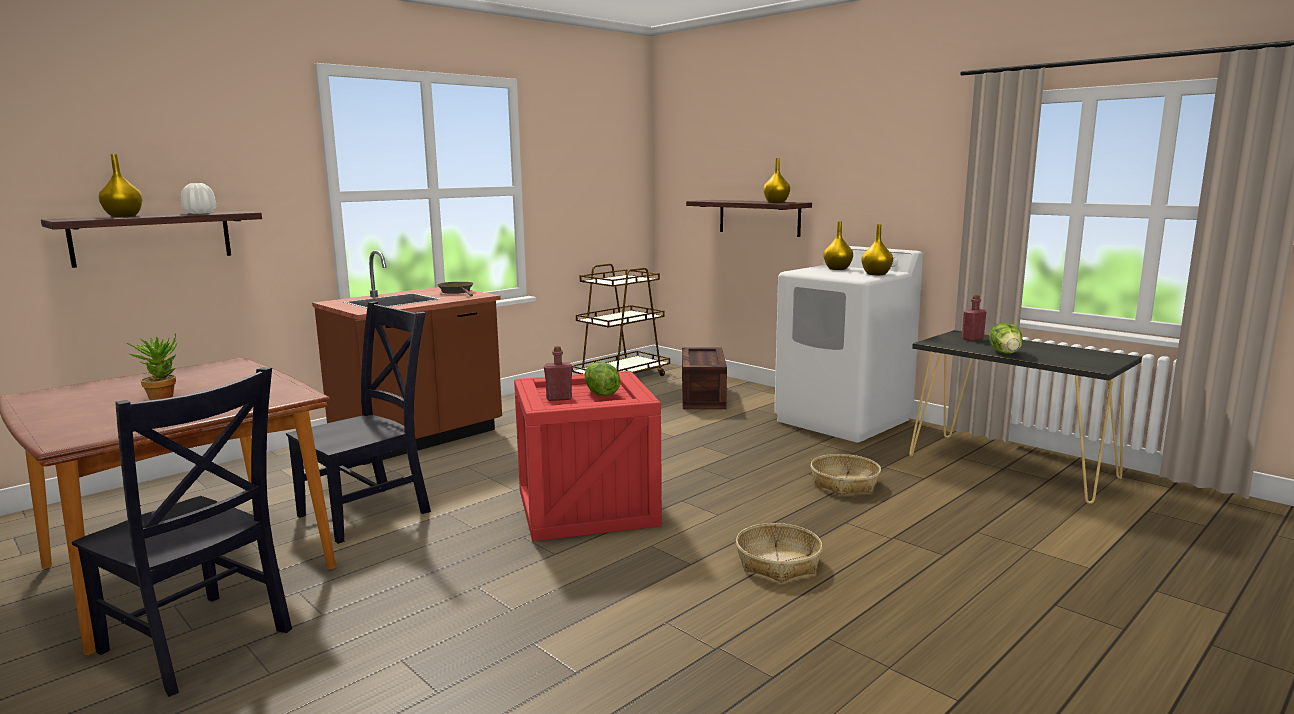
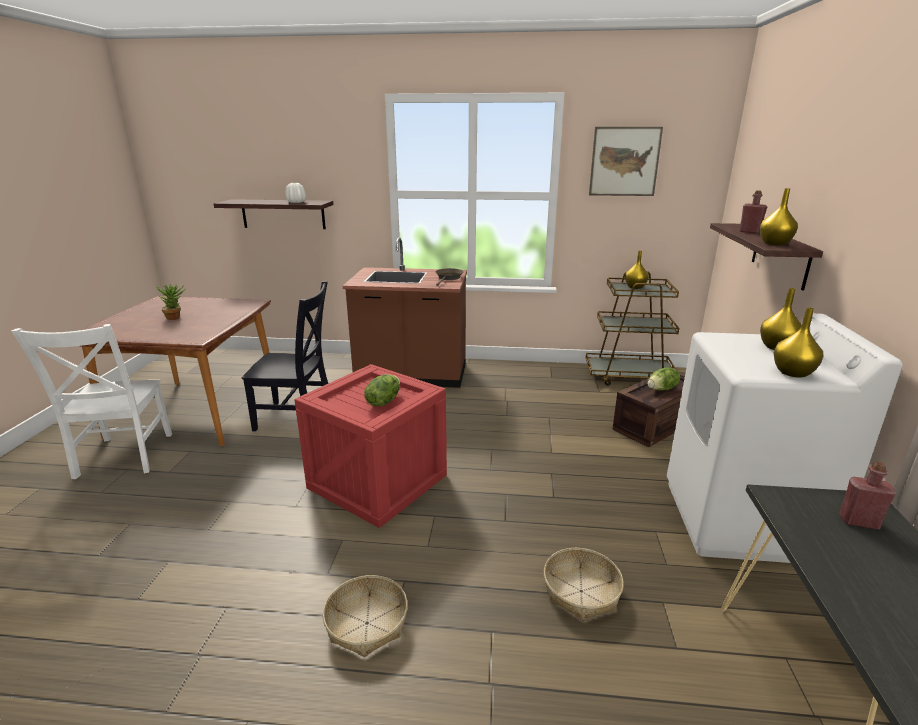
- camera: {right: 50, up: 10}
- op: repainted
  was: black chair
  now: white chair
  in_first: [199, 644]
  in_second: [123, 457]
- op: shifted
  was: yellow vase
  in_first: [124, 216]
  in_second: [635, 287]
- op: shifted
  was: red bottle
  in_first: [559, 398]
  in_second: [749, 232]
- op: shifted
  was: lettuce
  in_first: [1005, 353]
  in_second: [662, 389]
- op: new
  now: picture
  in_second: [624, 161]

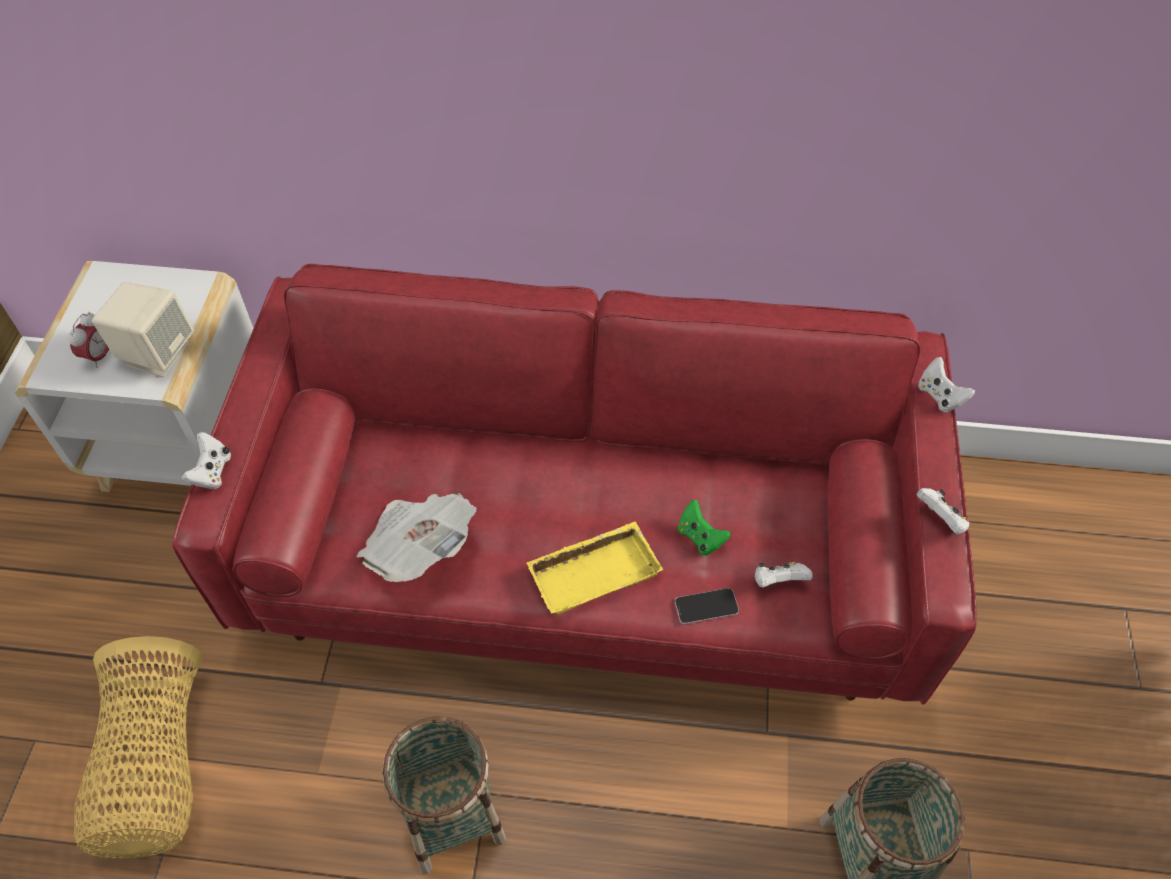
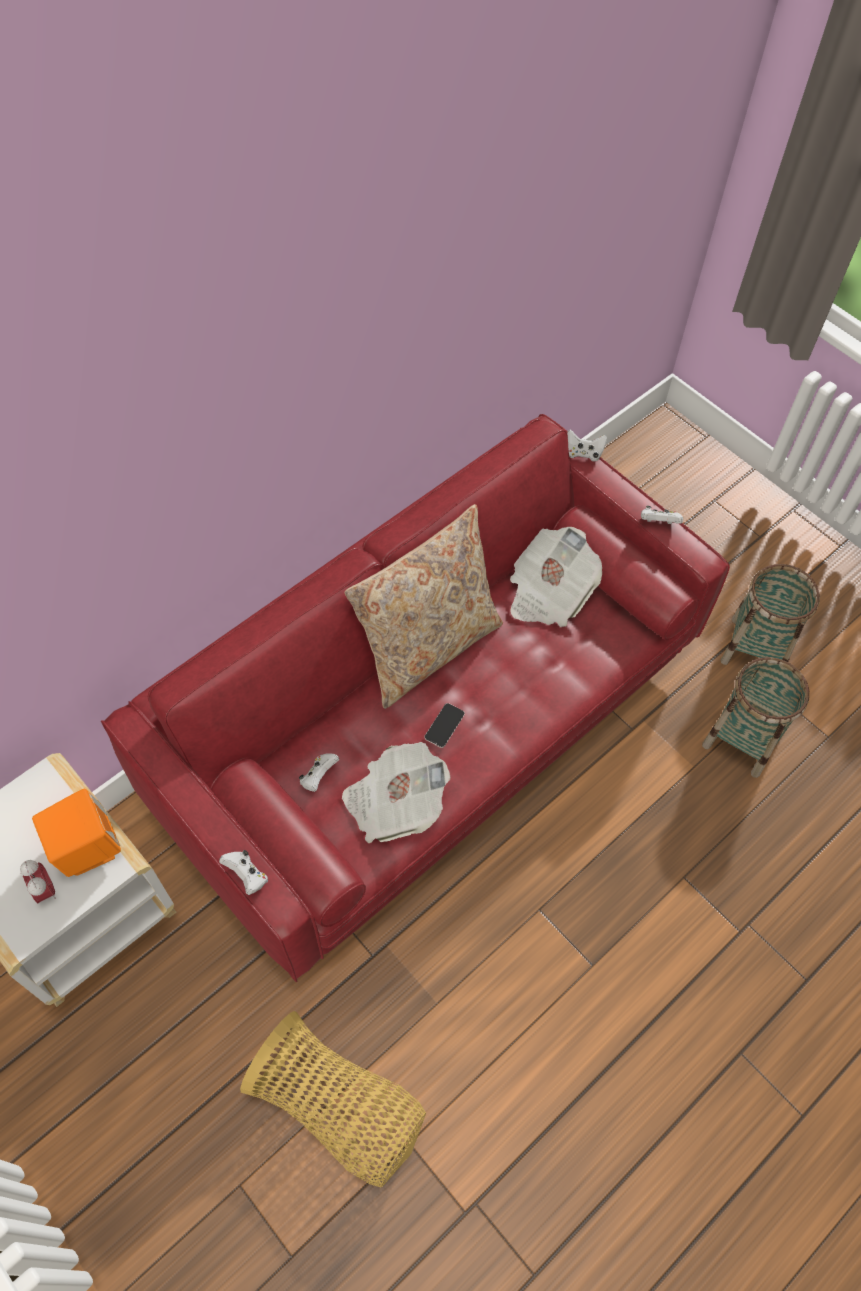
- camera: {right: -50, up: 5}
- op: repainted
  was: beige speaker
  now: orange speaker
  in_first: [157, 353]
  in_second: [86, 848]
- op: shifted
  was: basket
  in_first: [452, 816]
  in_second: [755, 648]
- op: gone
  was: yellow tray
  in_first: [594, 570]
- op: shifted
  was: phone
  in_first: [706, 606]
  in_second: [444, 726]
- op: gone
  was: green game controller
  in_first: [700, 537]
- op: shifted
  was: white game controller
  in_first: [778, 581]
  in_second: [318, 777]
- op: new
  now: beige pillow
  in_second: [428, 646]
- op: new
  now: newspaper
  in_second: [548, 592]

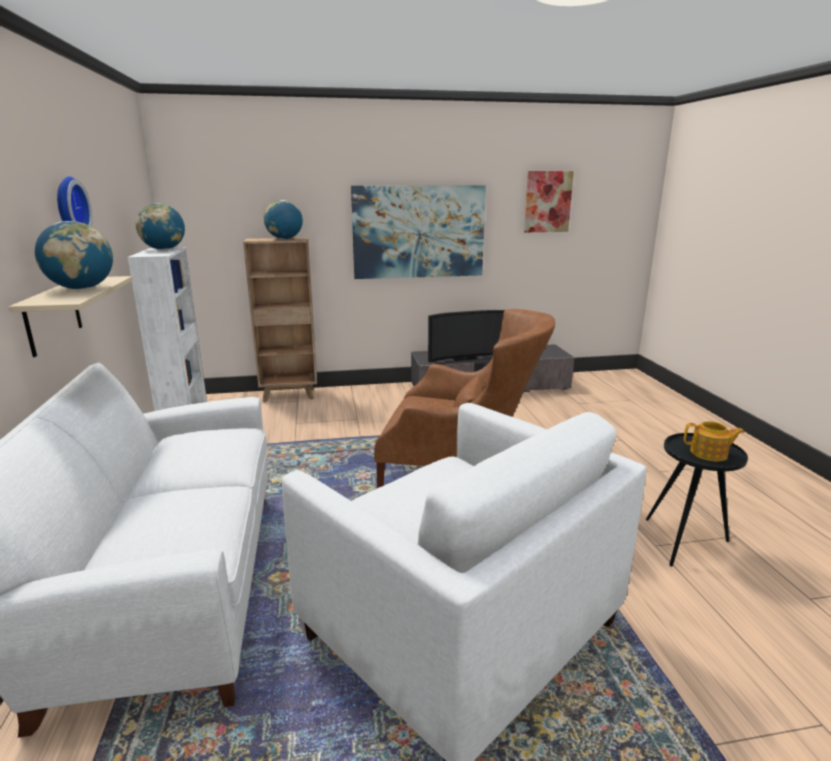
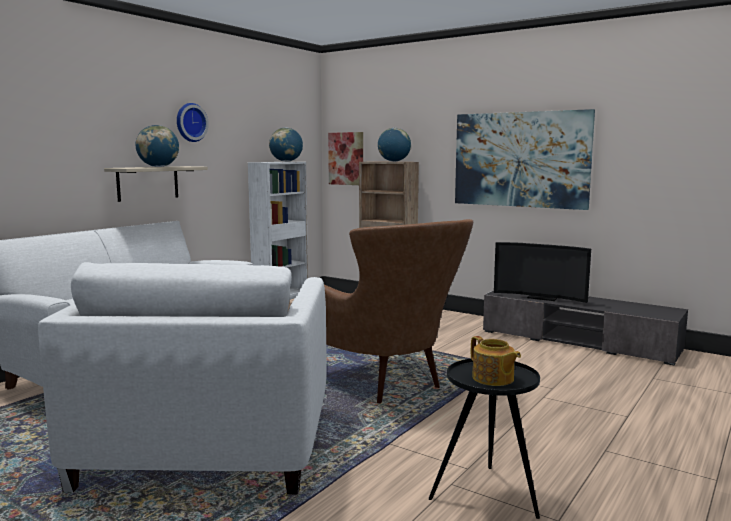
- camera: {right: 45, up: -10}
- op: shifted
  was: picture
  in_first: [547, 202]
  in_second: [346, 158]

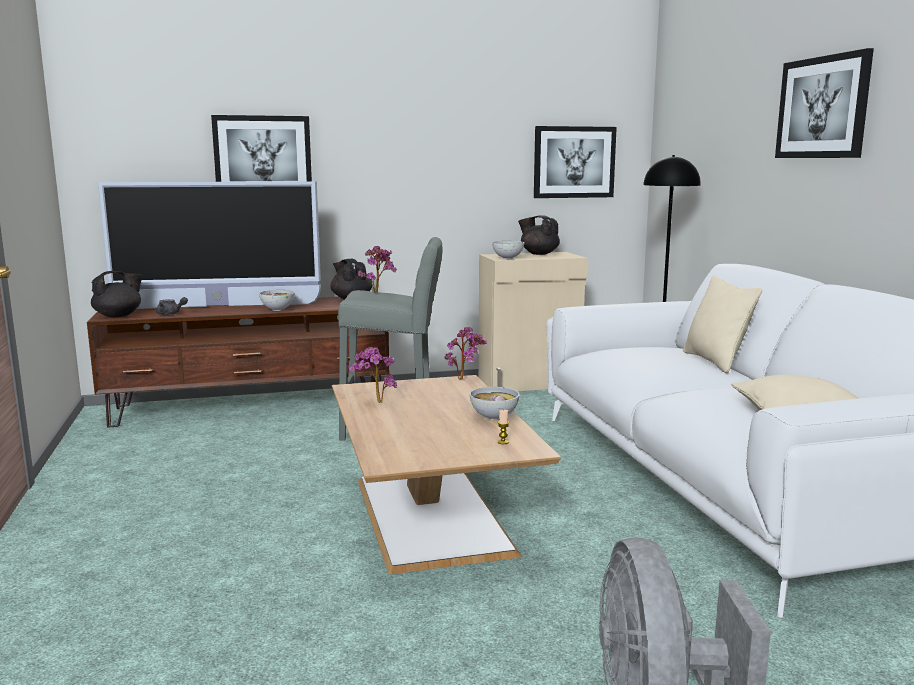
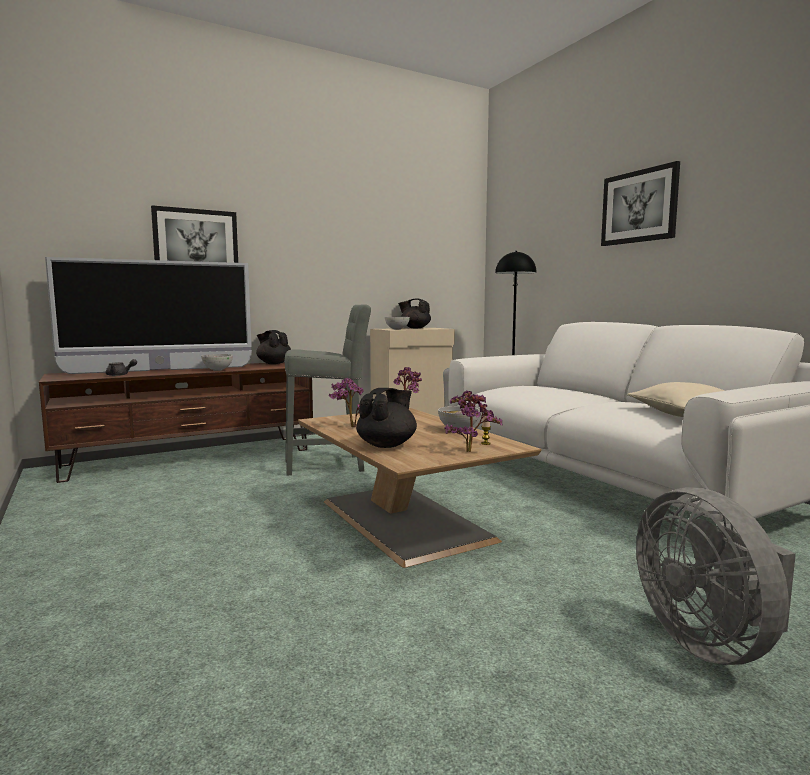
- camera: {right: -15, up: -5}
- op: shifted
  was: black teapot
  in_first: [118, 316]
  in_second: [387, 445]
- op: shifted
  was: potted plant
  in_first: [378, 292]
  in_second: [470, 451]
- op: gone
  was: picture
  in_first: [574, 162]
- op: gone
  was: beige pillow
  in_first: [715, 361]

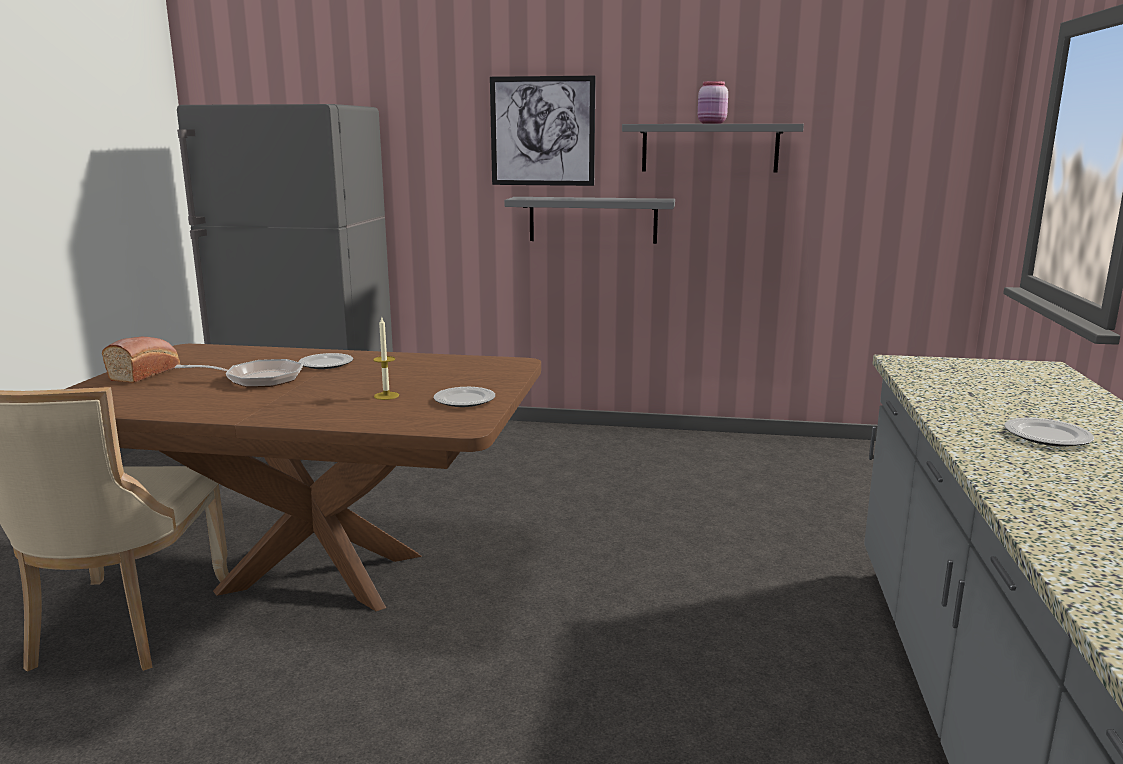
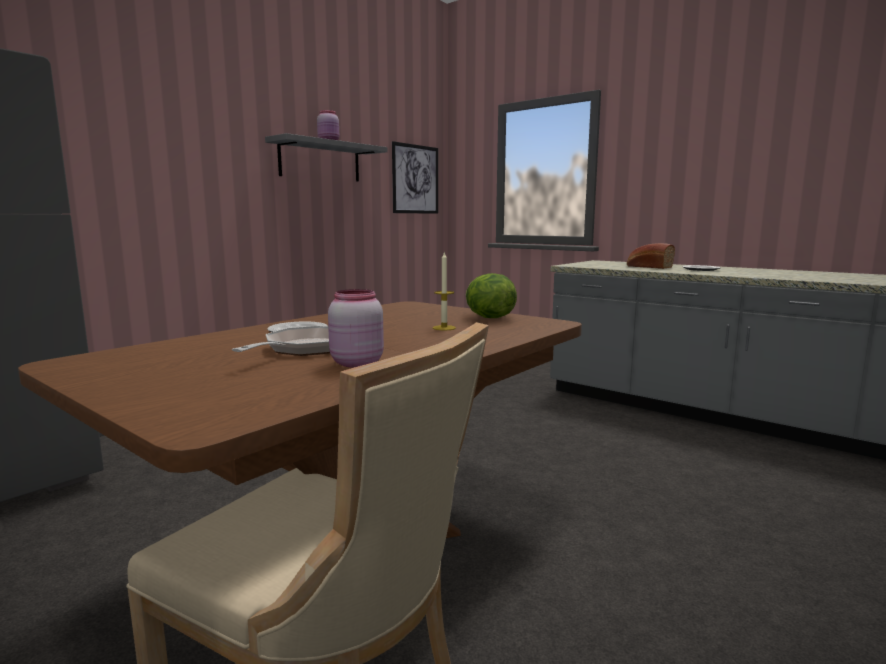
- camera: {right: -60, up: -5}
- op: shifted
  was: bread
  in_first: [146, 373]
  in_second: [648, 267]
- op: swapped
  was: plate
  now: lettuce
  in_first: [464, 400]
  in_second: [488, 318]
- op: shifted
  was: picture
  in_first: [542, 131]
  in_second: [415, 179]
- op: gone
  was: grey shelf
  in_first: [593, 220]
- op: new
  now: pink jar
  in_second: [355, 363]

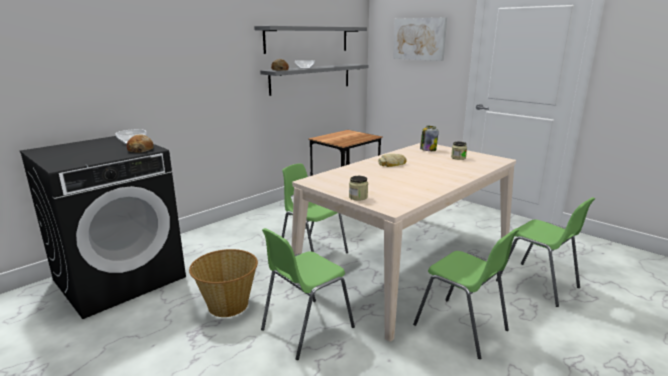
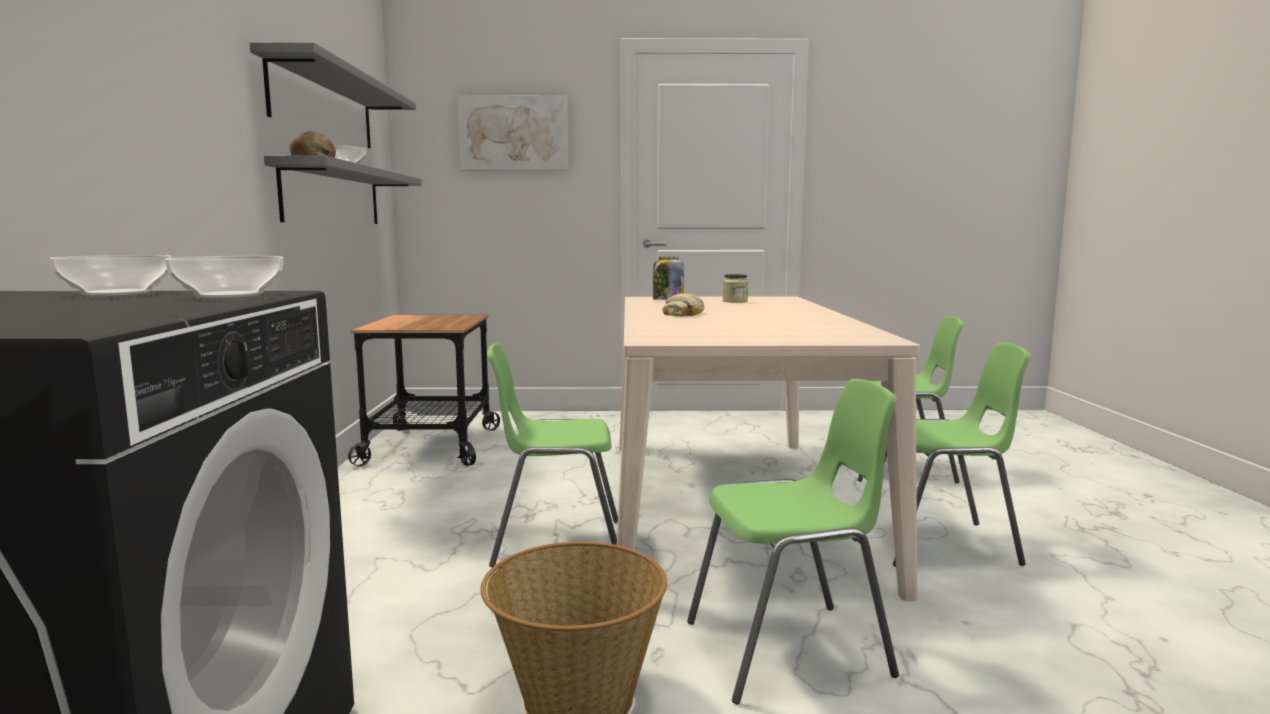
- camera: {right: -45, up: -10}
- op: swapped
  was: bread
  now: bowl
  in_first: [140, 149]
  in_second: [230, 295]
- op: rotated
  was: green chair
  in_first: [306, 328]
  in_second: [790, 650]
  clockwise: -105
- op: gone
  was: jar
  in_first: [358, 197]

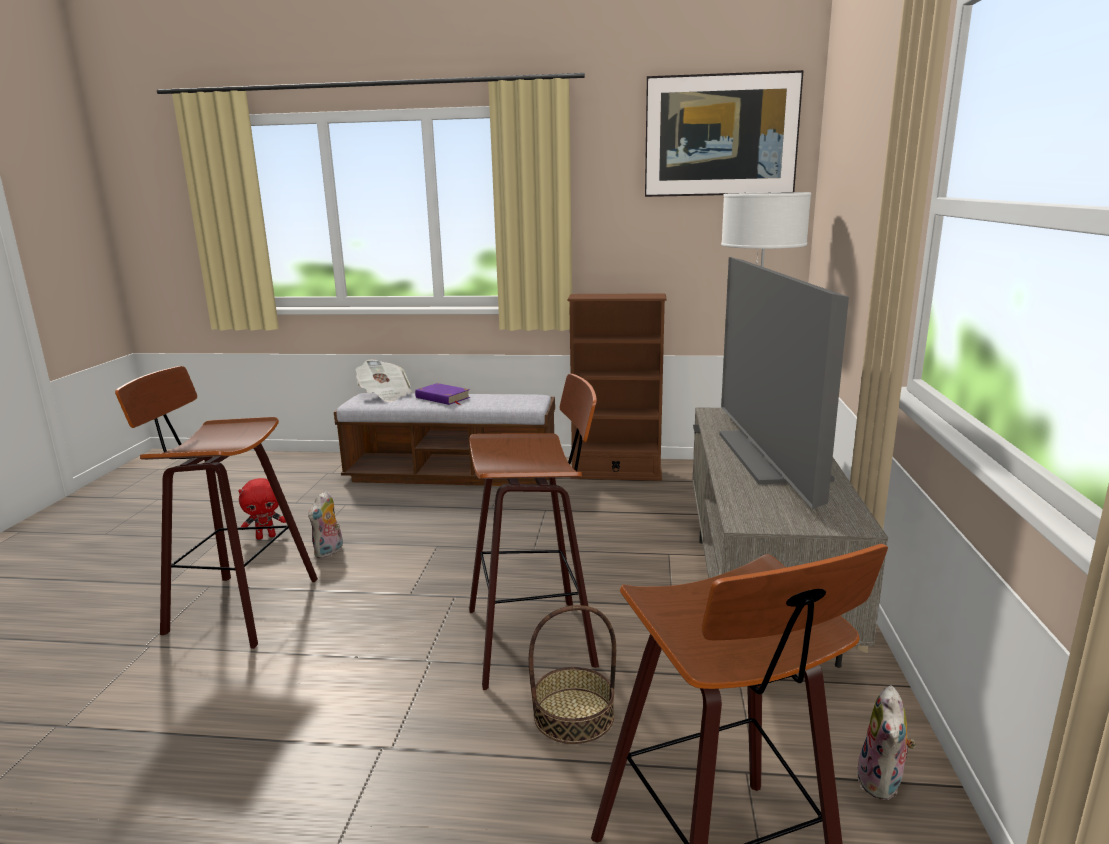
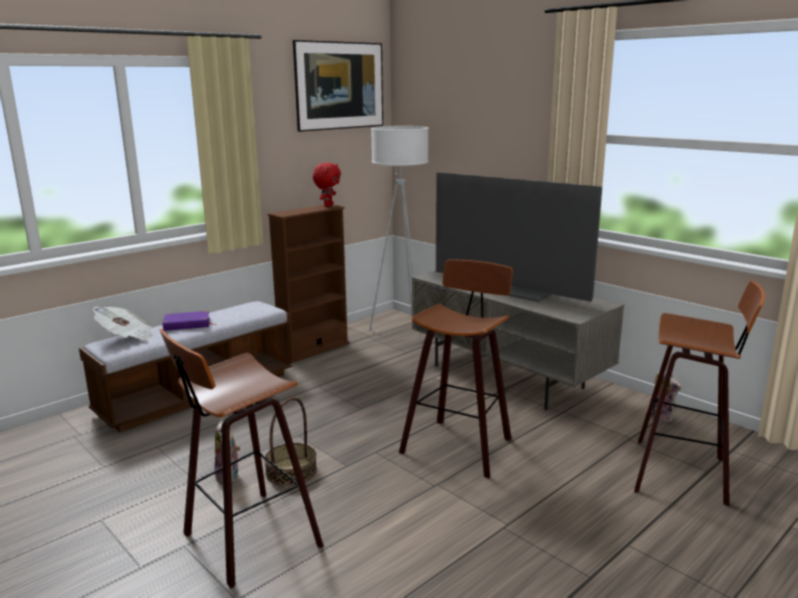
- camera: {right: -50, up: 0}
- op: shifted
  was: red plush toy
  in_first: [266, 536]
  in_second: [328, 206]
- op: shifted
  was: basket
  in_first: [574, 715]
  in_second: [291, 471]

